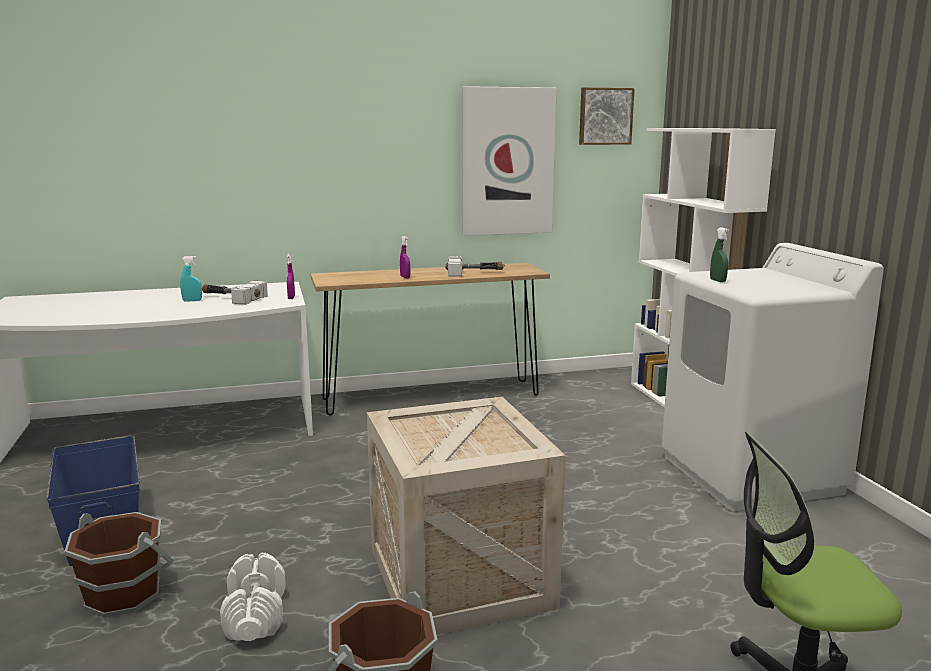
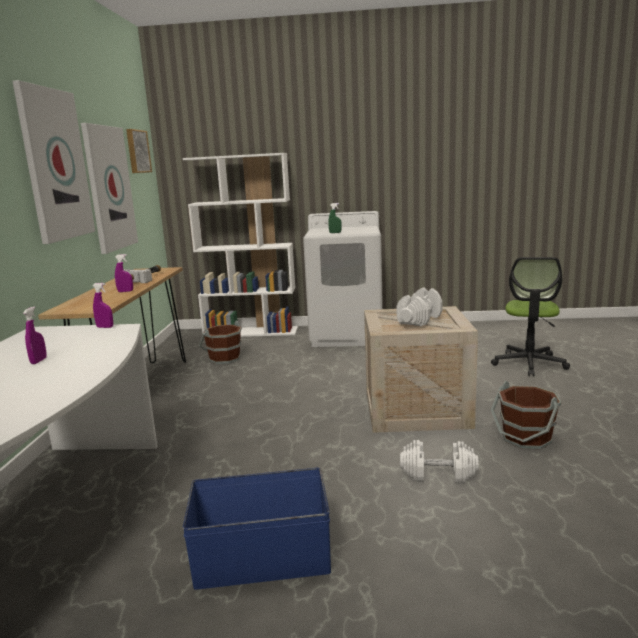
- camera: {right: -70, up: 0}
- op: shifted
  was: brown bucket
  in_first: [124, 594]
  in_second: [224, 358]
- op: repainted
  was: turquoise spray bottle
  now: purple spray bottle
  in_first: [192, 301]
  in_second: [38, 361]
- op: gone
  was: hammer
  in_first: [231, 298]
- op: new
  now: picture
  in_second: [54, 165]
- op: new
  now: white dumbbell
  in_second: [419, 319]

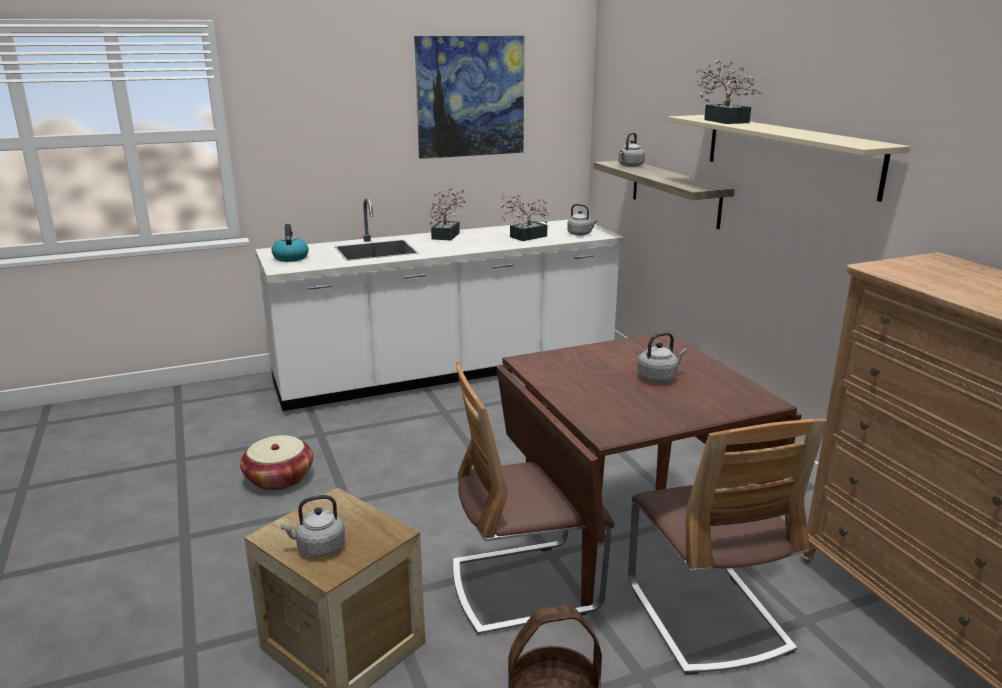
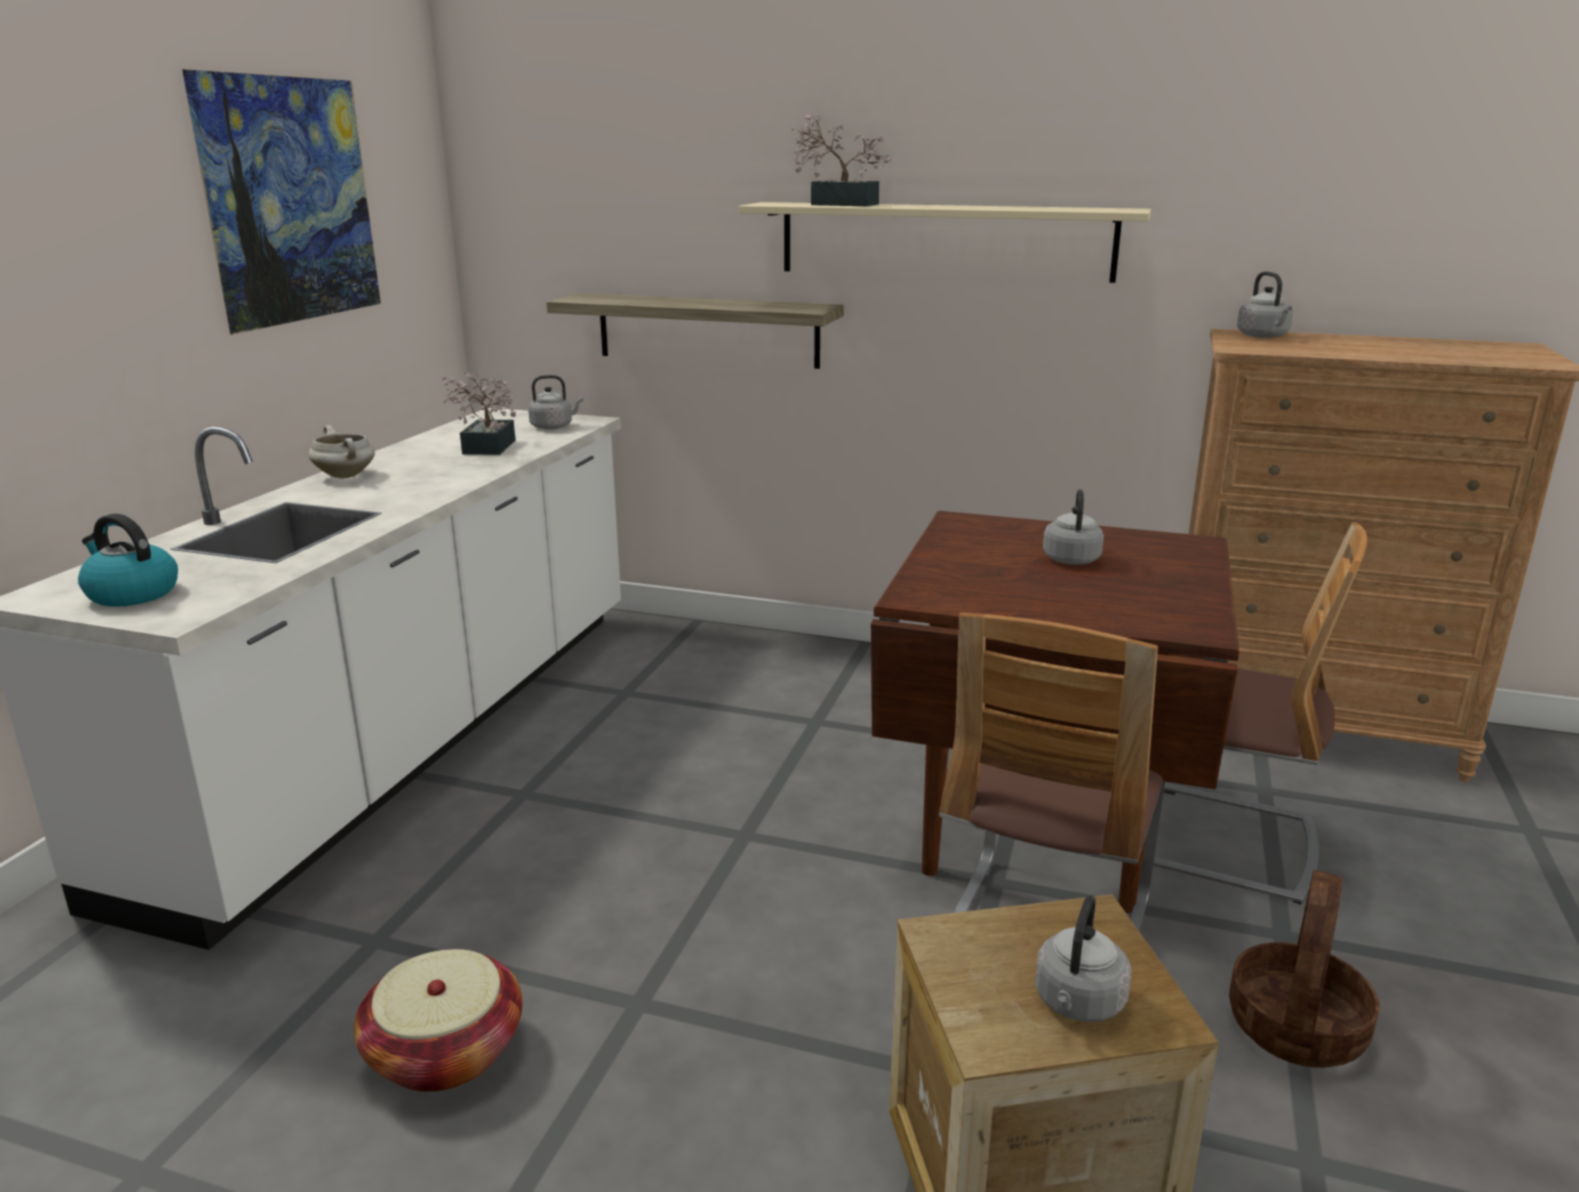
- camera: {right: -50, up: 0}
- op: swapped
  was: potted plant
  now: white cooking pot
  in_first: [447, 235]
  in_second: [346, 476]
- op: shifted
  was: grey kettle
  in_first: [630, 166]
  in_second: [1264, 336]

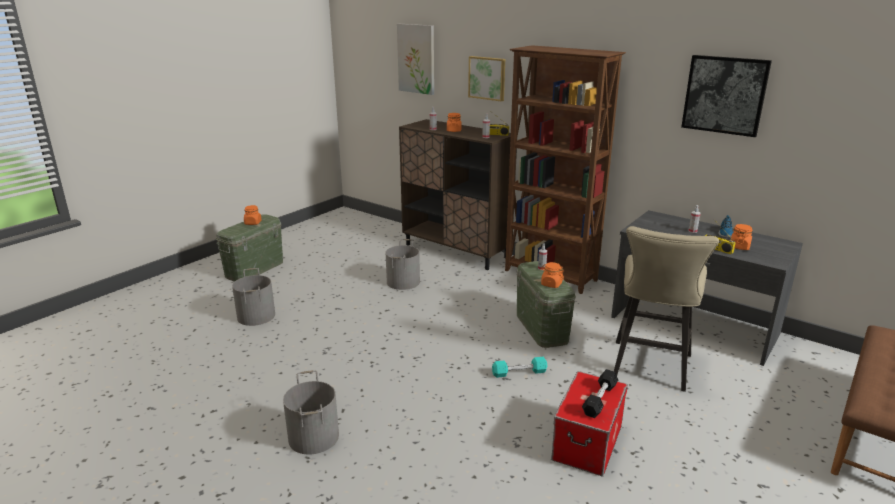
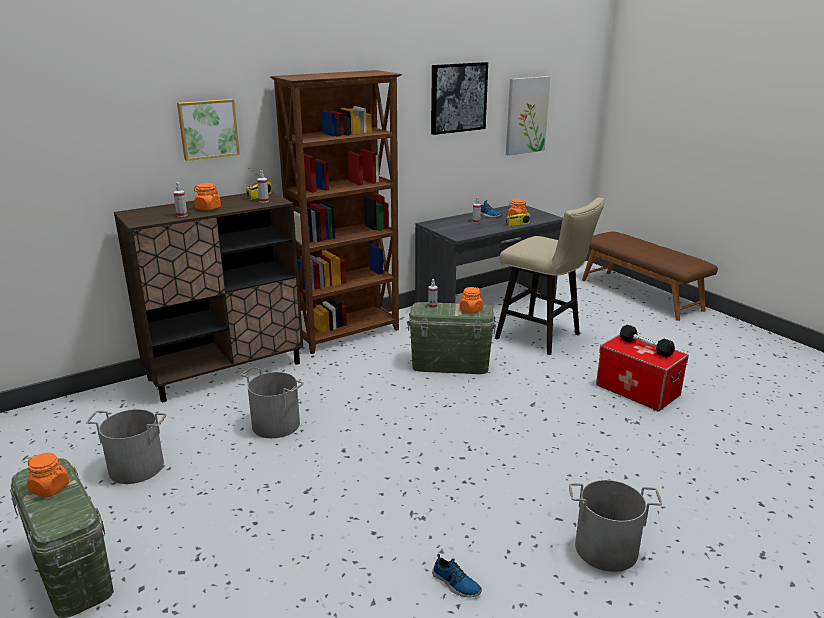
- camera: {right: -70, up: 0}
- op: shifted
  was: grey bucket
  in_first: [257, 316]
  in_second: [136, 467]
- op: shifted
  was: picture
  in_first: [416, 59]
  in_second: [526, 115]
- op: gone
  was: turquoise dumbbell
  in_first: [519, 373]
- op: new
  now: shoe
  in_second: [455, 584]

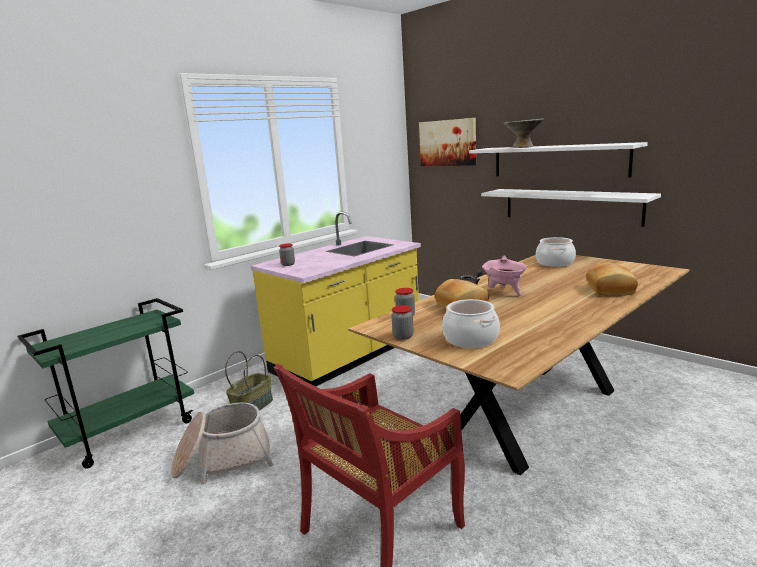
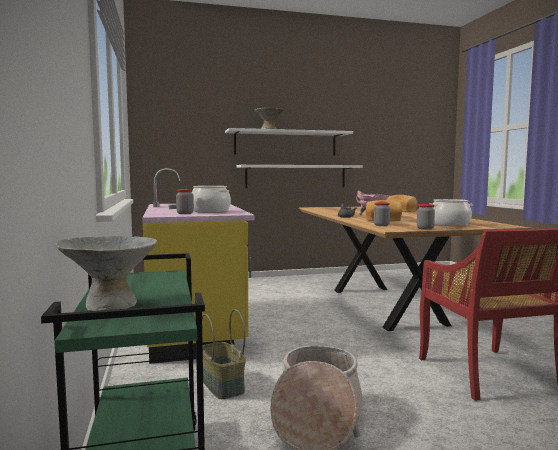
- camera: {right: -60, up: -10}
- op: gone
  was: picture
  in_first: [447, 143]
- op: shifted
  was: cooking pot
  in_first: [554, 263]
  in_second: [210, 211]
- op: new
  now: grey bowl
  in_second: [111, 304]

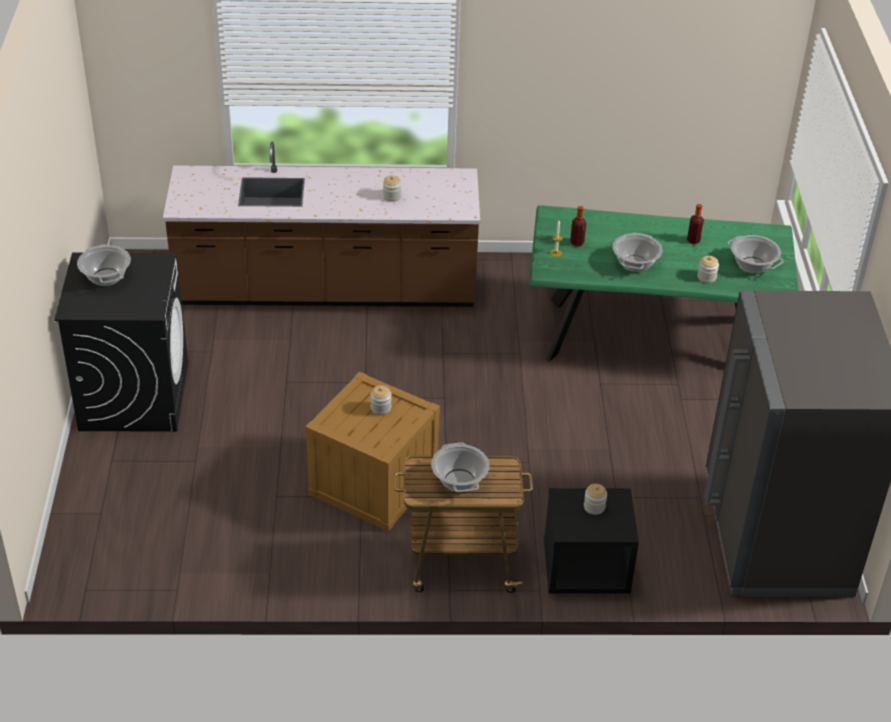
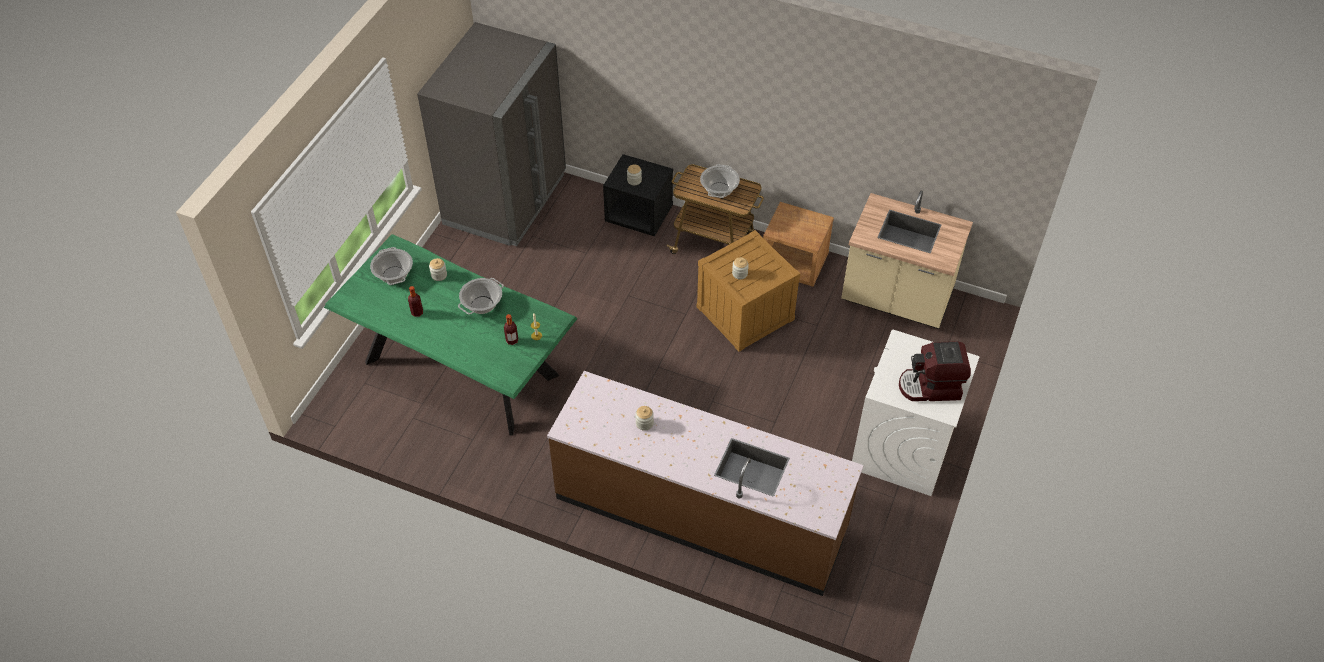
- camera: {right: -155, up: 10}
- op: repainted
  was: black washing machine
  now: white washing machine
  in_first: [134, 395]
  in_second: [902, 449]
- op: swapped
  was: cooking pot
  now: coffee machine
  in_first: [106, 277]
  in_second: [930, 387]
- op: new
  now: brown nightstand
  in_second: [794, 264]
- op: new
  now: beige counter
  in_second: [896, 300]

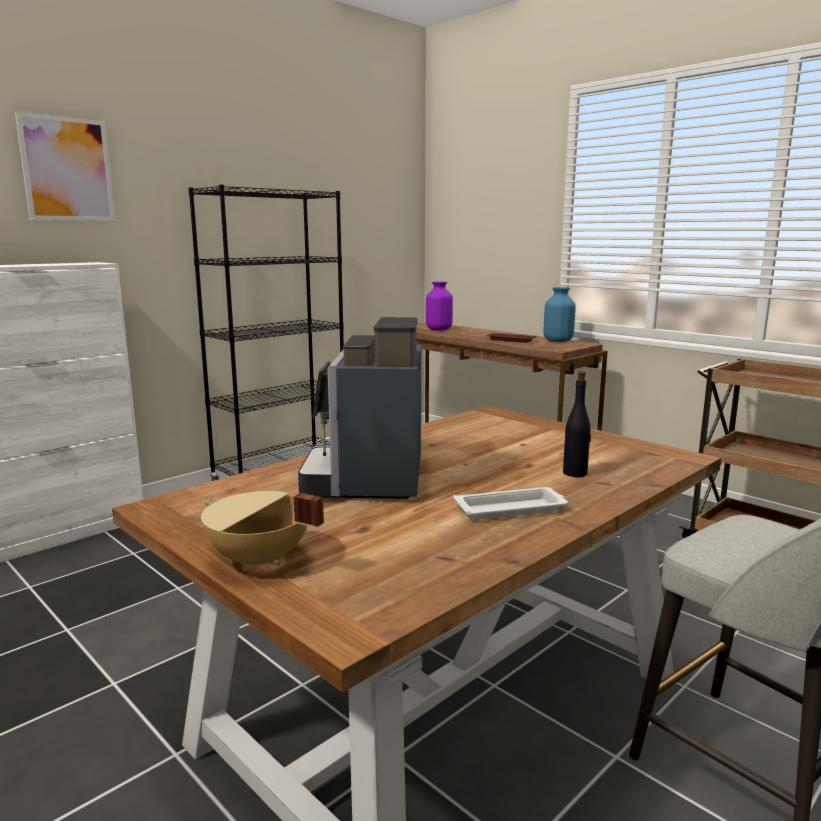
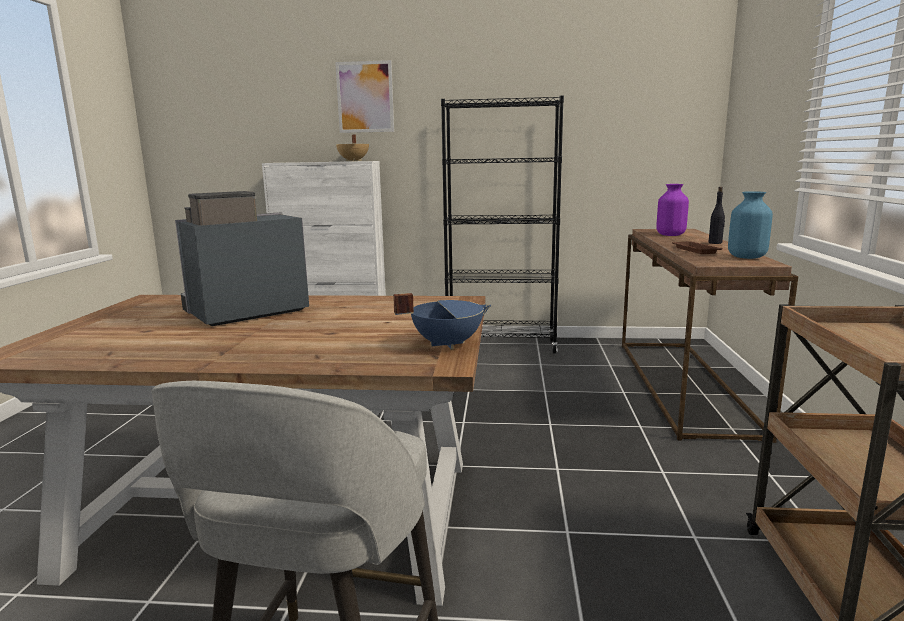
- camera: {right: 50, up: 0}
- op: shifted
  was: beige cooking pot
  in_first: [259, 561]
  in_second: [353, 161]
- op: gone
  was: white tray
  in_first: [512, 509]
- op: shifted
  was: black bottle
  in_first: [575, 473]
  in_second: [715, 243]
- op: new
  now: blue cooking pot
  in_second: [446, 344]

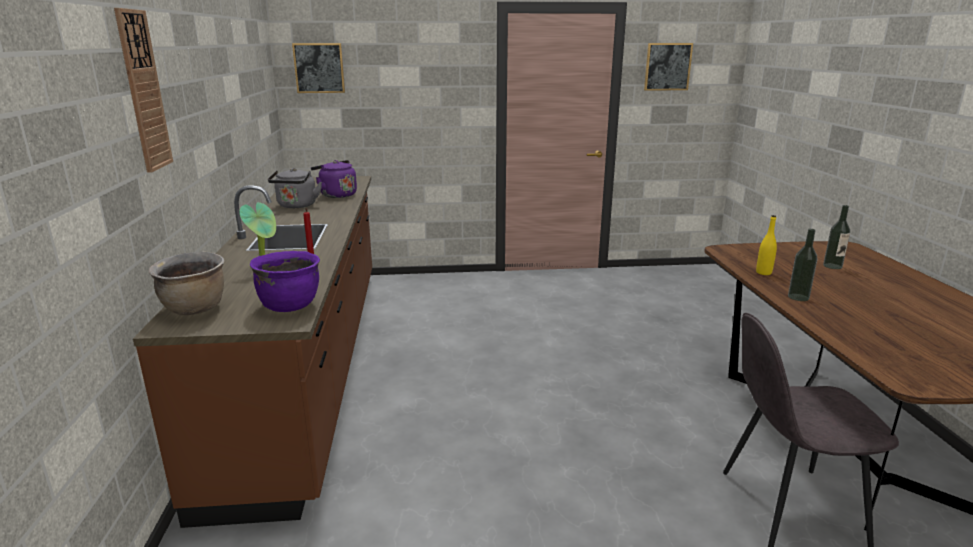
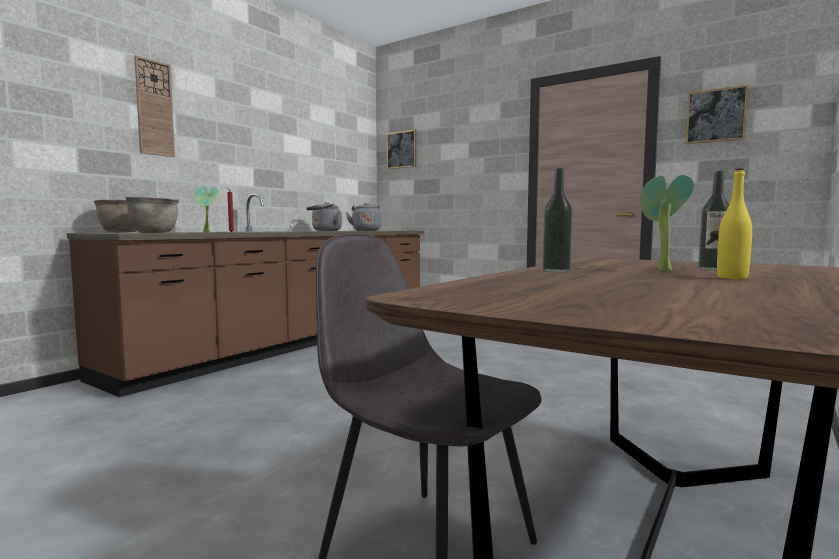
- camera: {right: 40, up: -15}
- op: repainted
  was: purple cooking pot
  now: brown cooking pot
  in_first: [290, 305]
  in_second: [154, 233]
- op: repainted
  was: purple kettle
  now: grey kettle
  in_first: [336, 195]
  in_second: [366, 230]
- op: shifted
  was: yellow bottle
  in_first: [763, 273]
  in_second: [732, 277]
- op: new
  now: potted plant
  in_second: [660, 270]

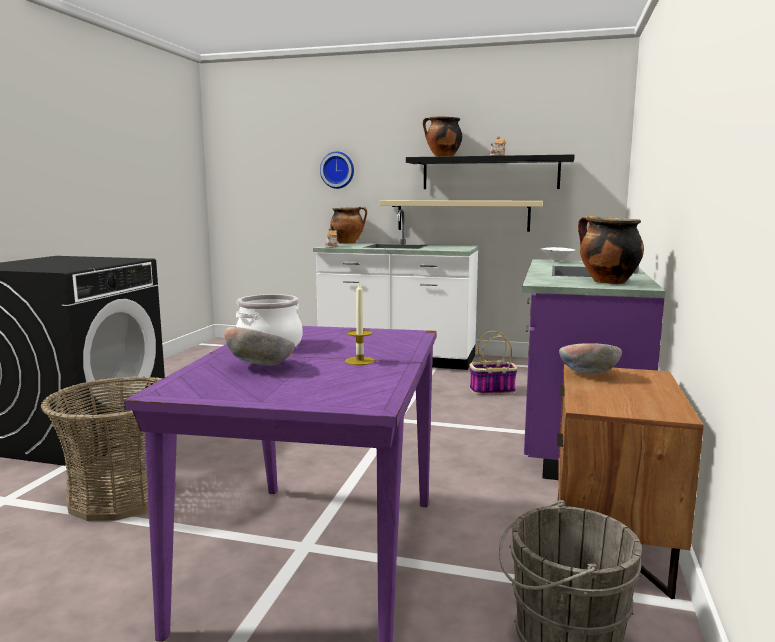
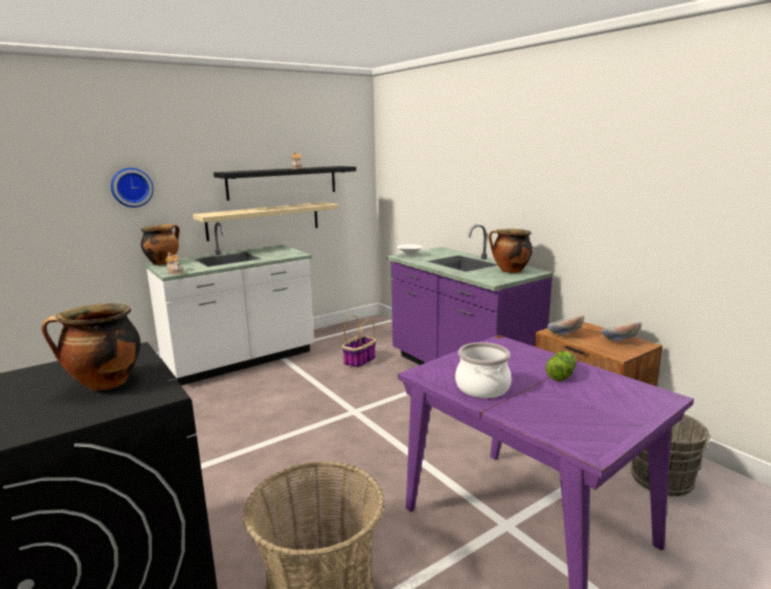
- camera: {right: -50, up: 5}
- op: shifted
  was: bowl
  in_first: [260, 367]
  in_second: [619, 341]
- op: swapped
  was: candle
  now: lettuce
  in_first: [360, 361]
  in_second: [562, 374]
- op: shifted
  was: cooking pot
  in_first: [442, 157]
  in_second: [104, 384]

